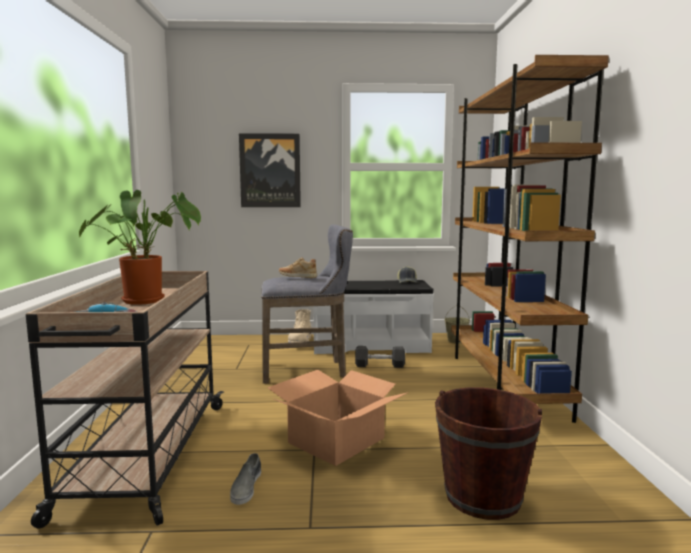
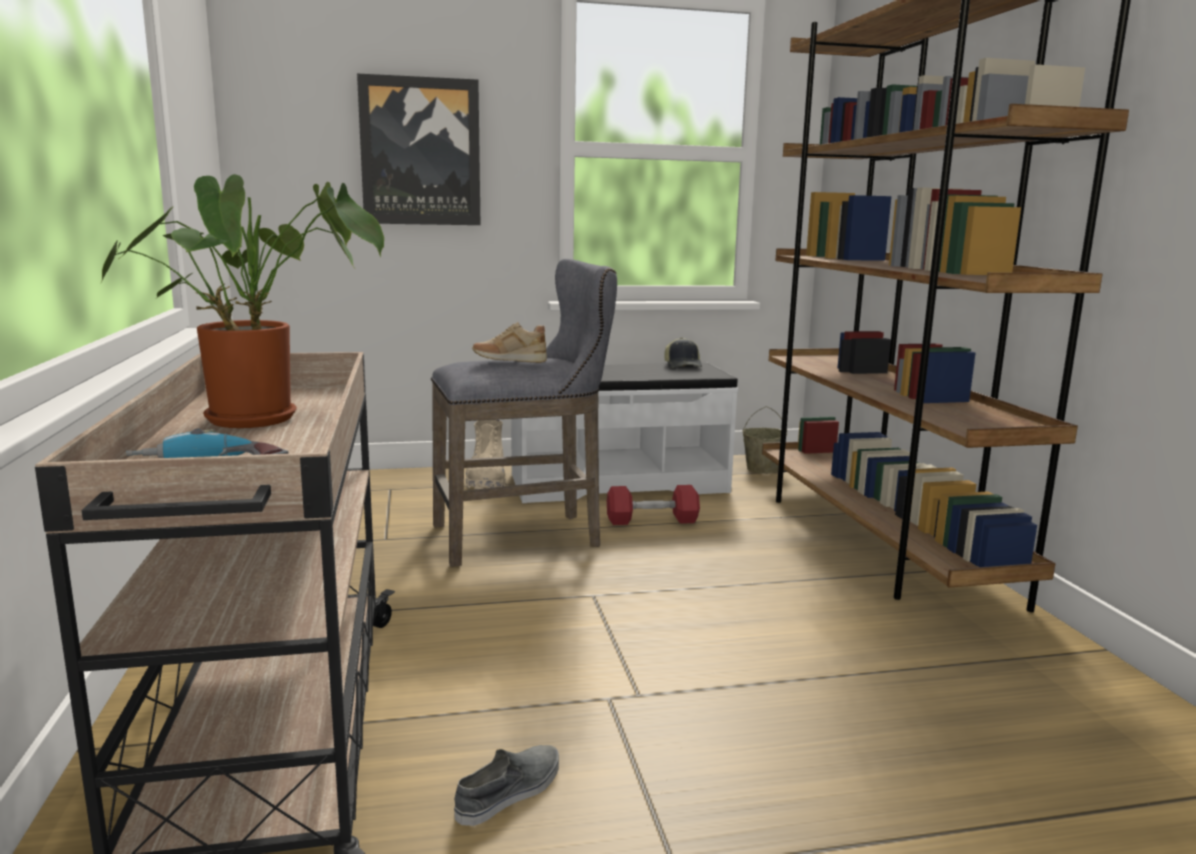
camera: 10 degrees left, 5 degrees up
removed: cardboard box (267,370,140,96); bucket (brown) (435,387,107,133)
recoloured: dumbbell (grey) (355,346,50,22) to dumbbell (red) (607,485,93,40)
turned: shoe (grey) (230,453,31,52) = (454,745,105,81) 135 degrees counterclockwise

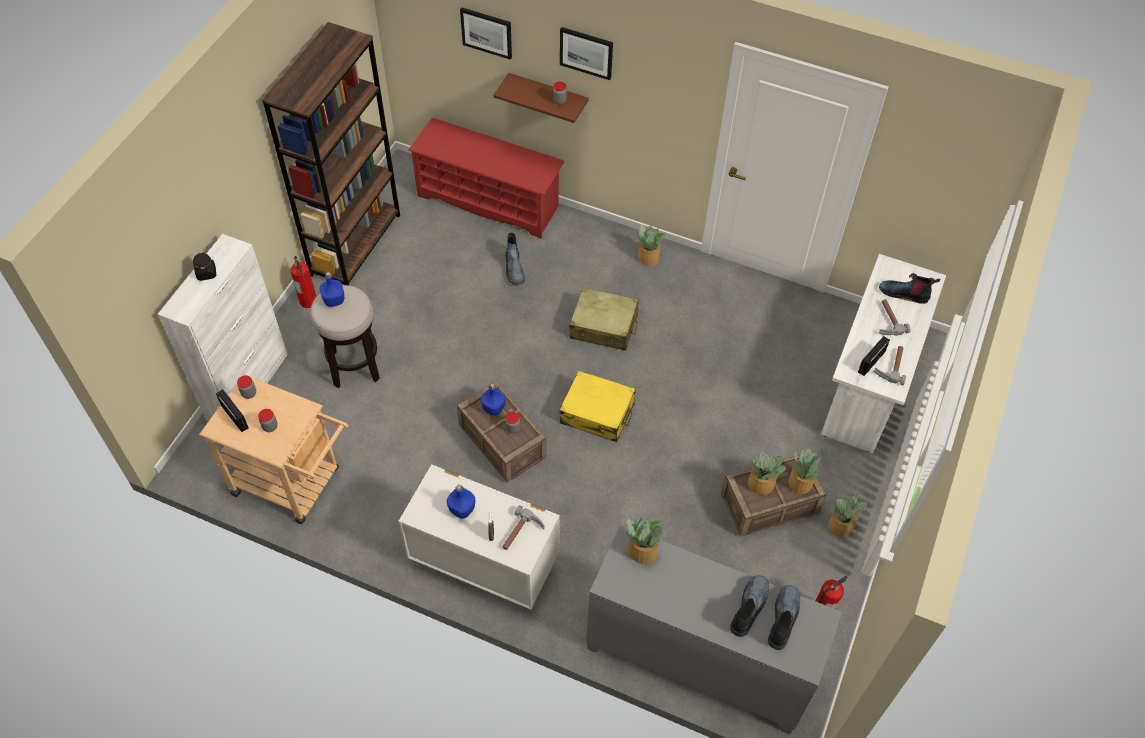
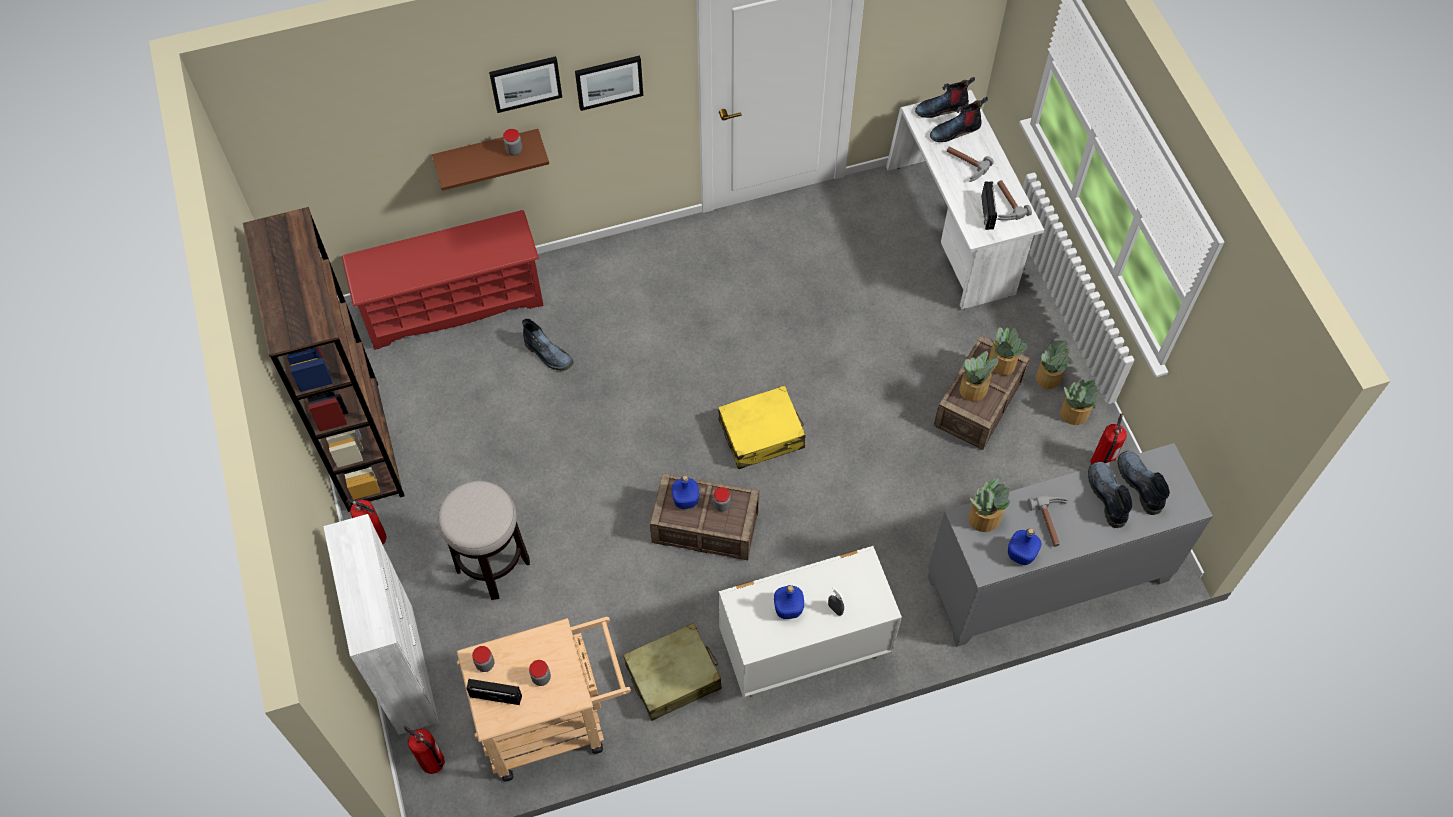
camera: 40 degrees left, 5 degrees up
removed: jar (black) (193,252,23,29)
added: fire extinguisher (404,726,41,48); boot (915,77,60,41)
moved: bottle (blue) (320,272,24,35) to (1008,528,33,37); picture (460,8,52,52) to (575,56,68,55); hammer (502,505,43,45) to (1028,495,40,52); suitcase (beige) (569,288,70,63) to (623,623,99,98); potted plant (636,225,29,41) to (1060,380,40,45)

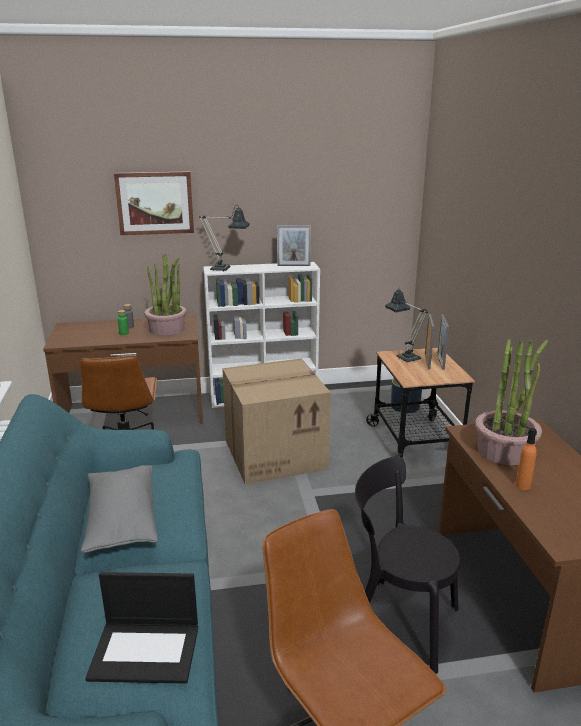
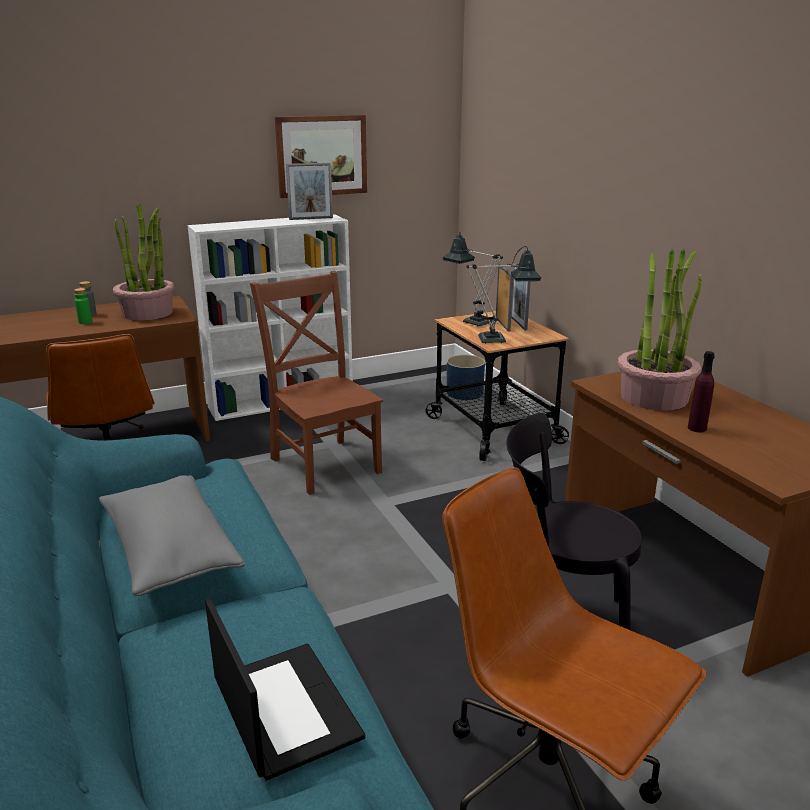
camera: 15 degrees left, 0 degrees up
moved: picture (114,171,80,64) to (275,115,92,83); table lamp (199,206,51,65) to (466,246,75,98)
replaced: cardboard box (222,358,109,127) to chair (brown) (250,271,133,224)
recoloured: bottle (orange) (516,428,21,62) to bottle (purple) (688,351,27,81)
turned: laptop (85,572,113,112) = (205,598,160,183) 105 degrees counterclockwise

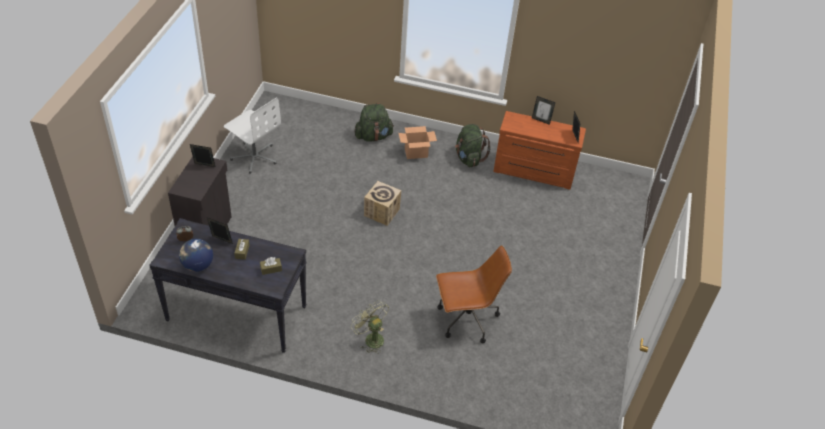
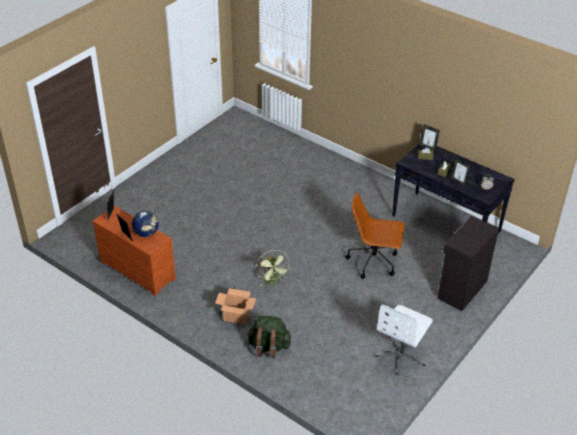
camera: 155 degrees left, 5 degrees down
removed: cardboard box (364,181,37,45); backpack (green) (455,124,36,43)
moved: globe (179,239,34,33) to (132,211,27,26); picture frame (190,144,25,23) to (419,124,21,27); fan (green) (352,300,37,54) to (256,250,34,36); office chair (brown) (436,245,76,98) to (346,193,59,86)
turned: office chair (white) (224,98,57,75) = (376,304,57,71) 120 degrees counterclockwise

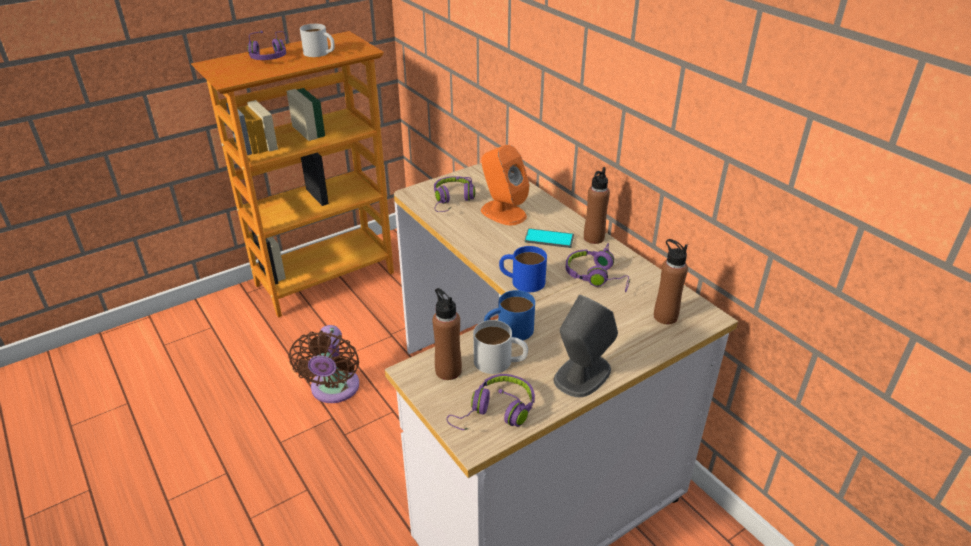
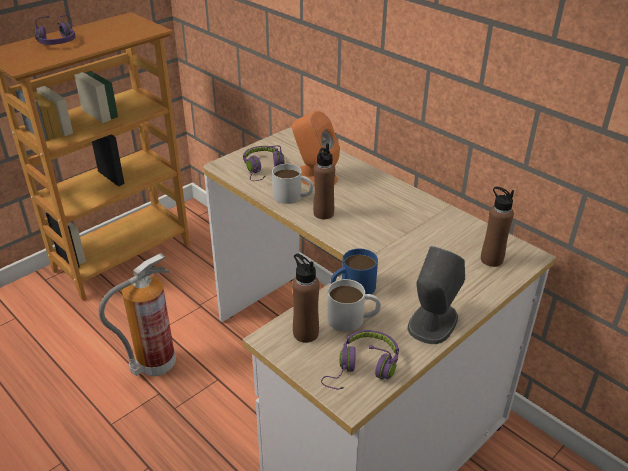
camera: 10 degrees left, 0 degrees up
removed: mug (blue) (499,246,48,46); phone (525,228,49,20); headphones (purple) (565,243,66,49)
moved: mug (white) (300,24,35,33) to (272,164,42,40); bottle (brown) (584,167,26,77) to (313,144,22,75)
replaced: fan (brown) (289,325,70,78) to fire extinguisher (98,253,78,123)

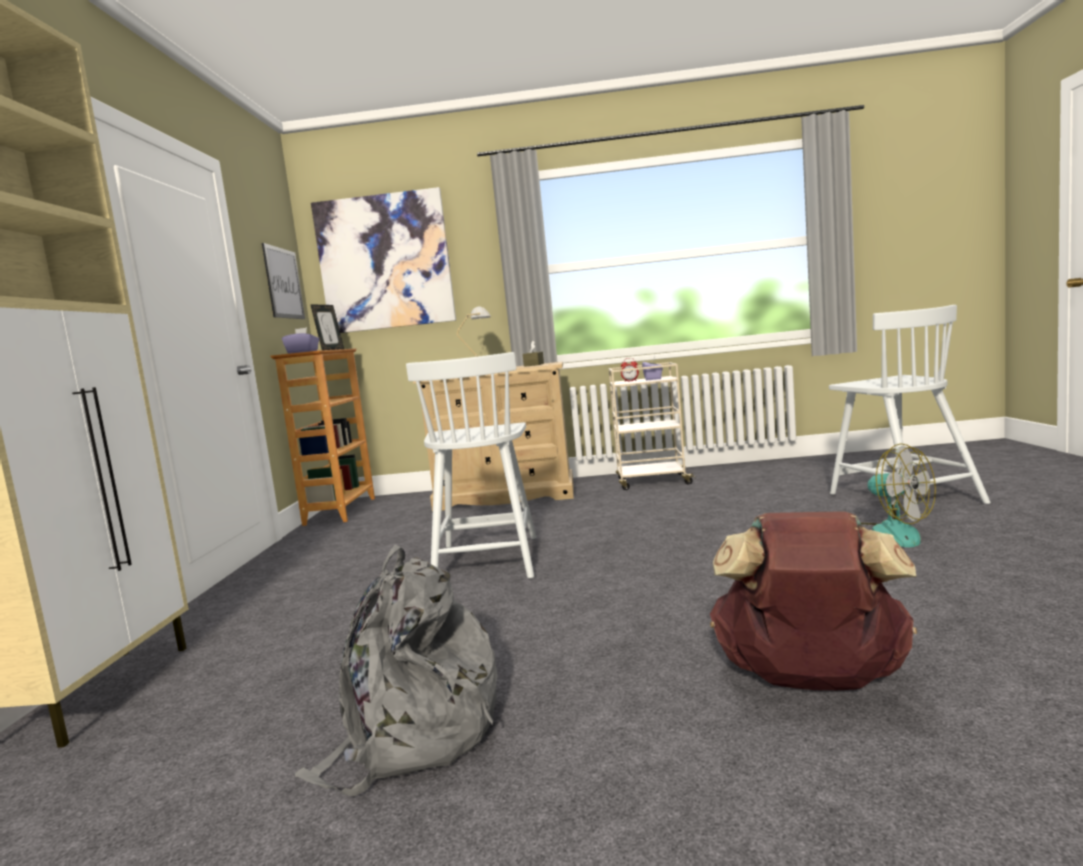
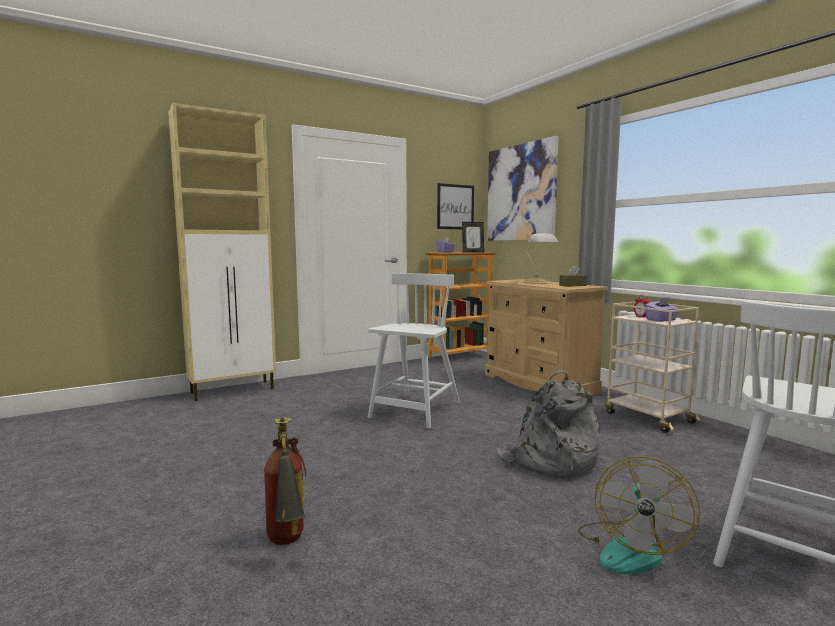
camera: 55 degrees right, 0 degrees up
moved: backpack (grey) (294,544,203,252) to (496,370,104,108)
replaced: backpack (brown) (710,511,207,179) to fire extinguisher (264,417,42,128)
turned: chair (white) (406,352,131,226) = (368,273,92,156) 150 degrees clockwise

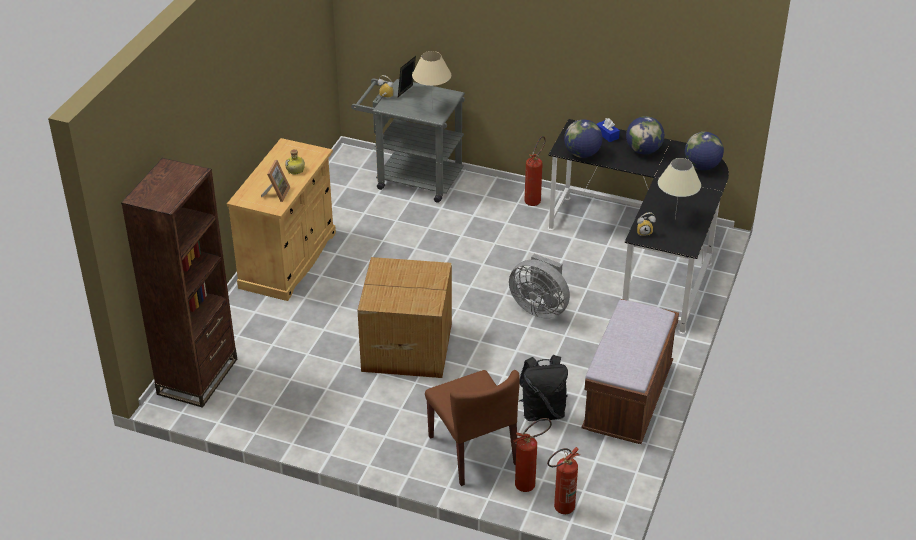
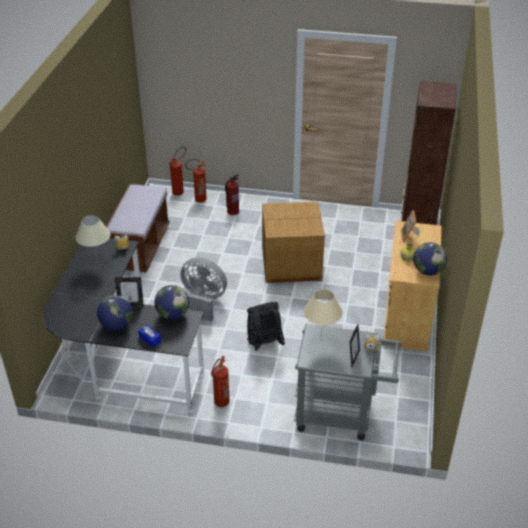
camera: 170 degrees right, 0 degrees up
added: picture frame (115,277,29,29)
moved: backpack (black) (519,355,49,66) to (247,302,38,49); globe (685,132,39,38) to (413,242,34,33)
replaced: chair (brown) (425,370,95,116) to fire extinguisher (225,174,14,41)

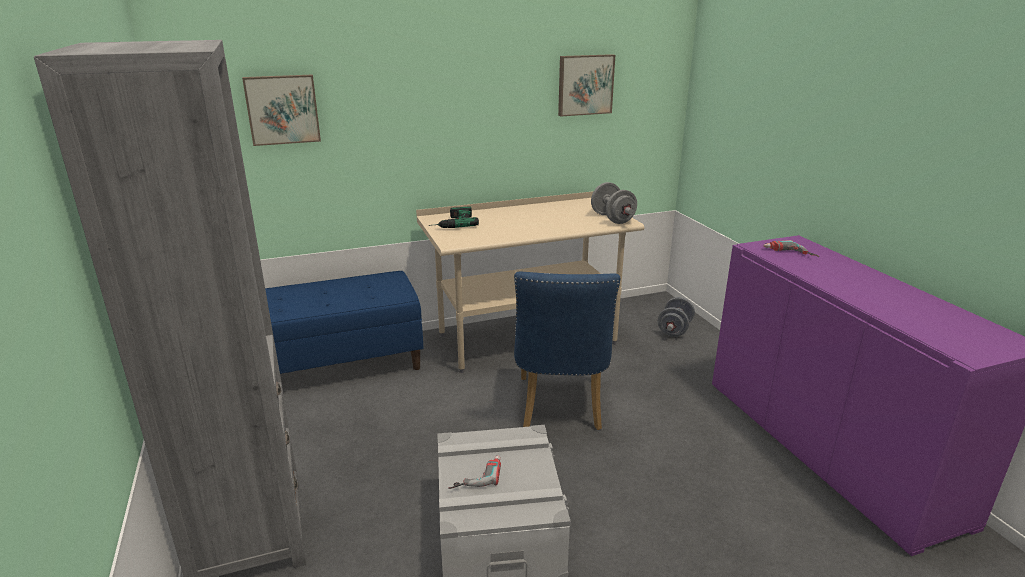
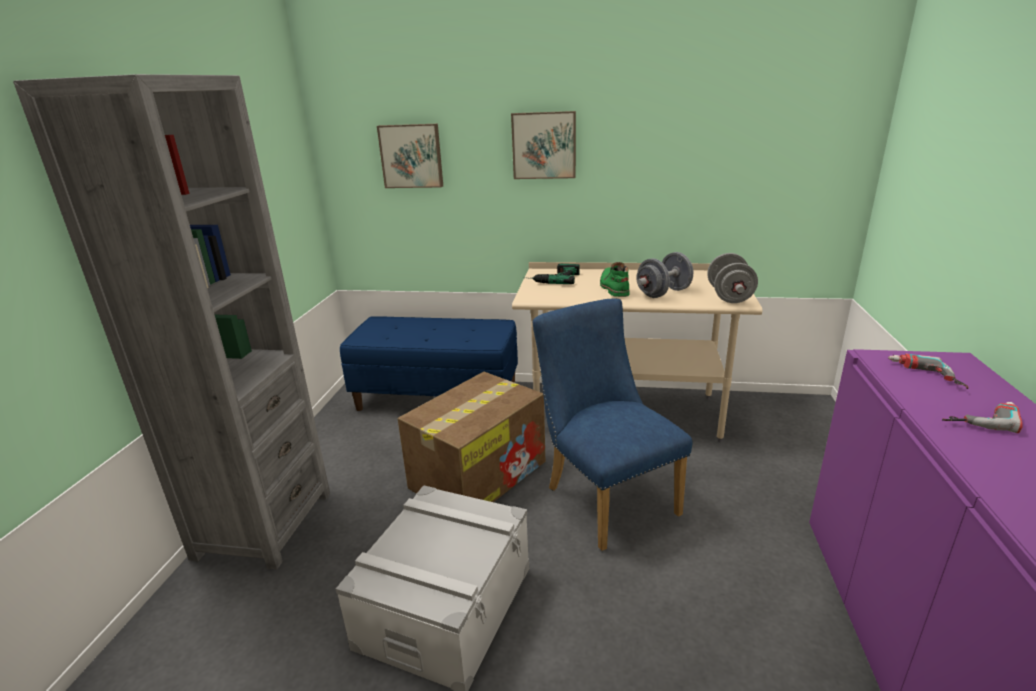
camera: 30 degrees right, 0 degrees up
added: cardboard box (398,372,147,130); boot (green) (600,262,29,35)
moved: power drill (448,455,53,34) to (942,402,81,31); picture (558,54,57,62) to (511,111,65,68); dumbbell (grey) (658,297,37,40) to (636,252,58,46)
turned: chair (blue) (514,271,106,159) = (533,299,159,252) 120 degrees clockwise

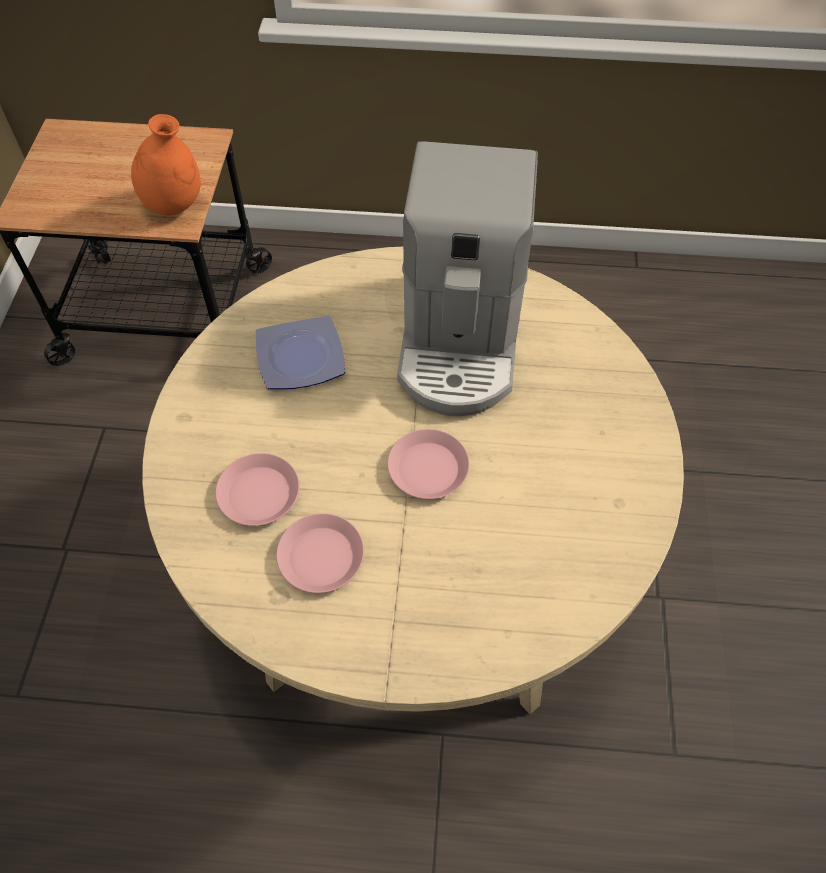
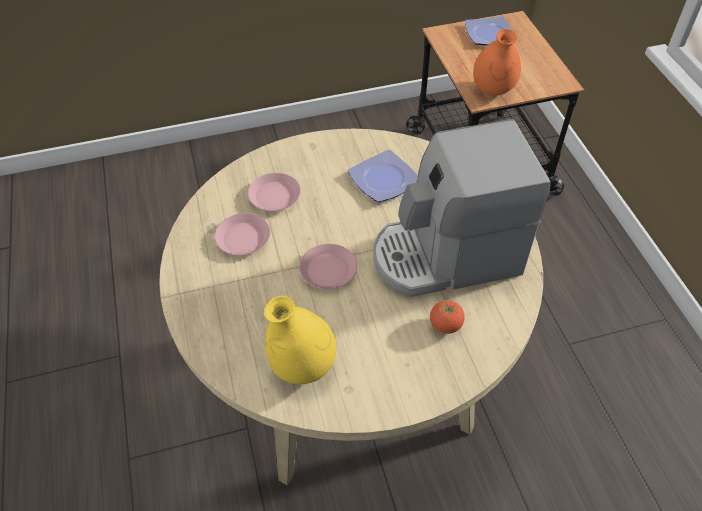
camera: 70 degrees right, 5 degrees down
added: vase (yellow) (264,296,73,88); tomato (430,300,35,34); plate (465,16,47,30)

